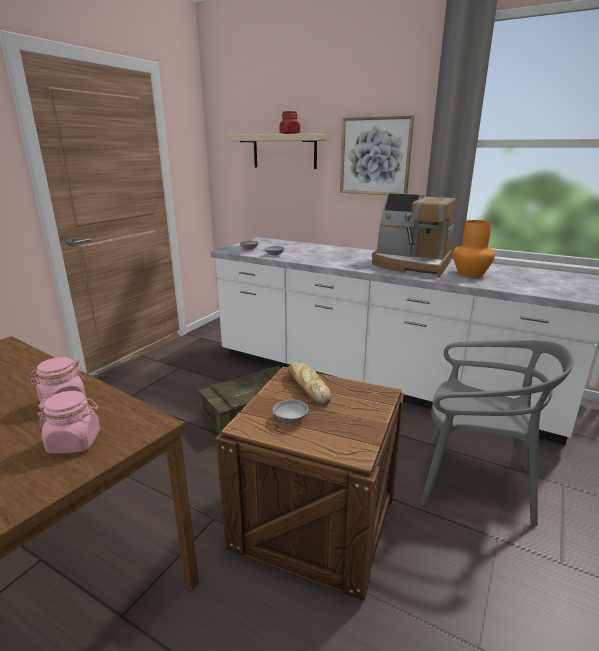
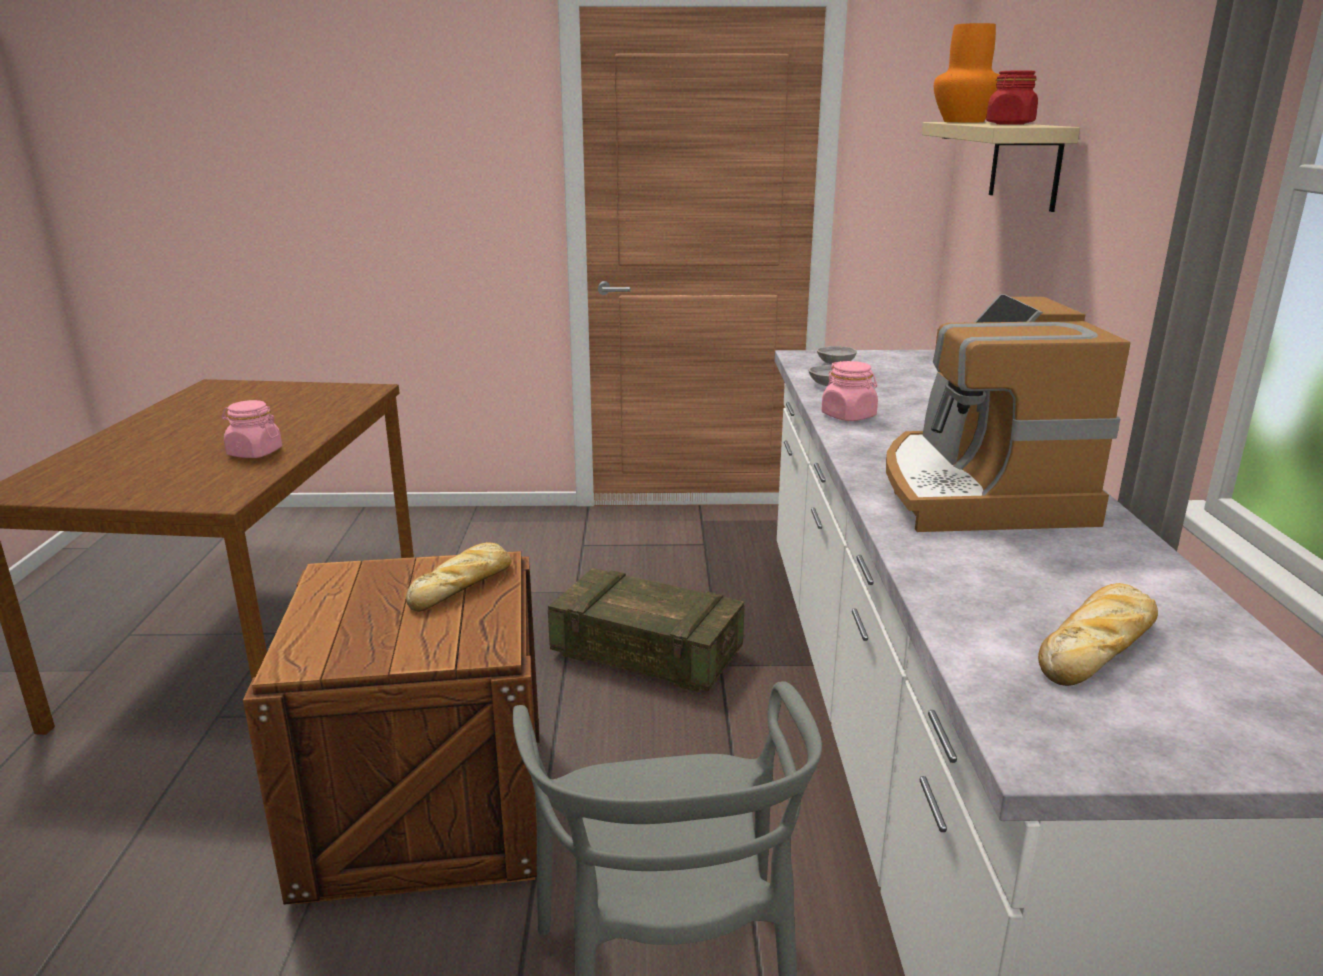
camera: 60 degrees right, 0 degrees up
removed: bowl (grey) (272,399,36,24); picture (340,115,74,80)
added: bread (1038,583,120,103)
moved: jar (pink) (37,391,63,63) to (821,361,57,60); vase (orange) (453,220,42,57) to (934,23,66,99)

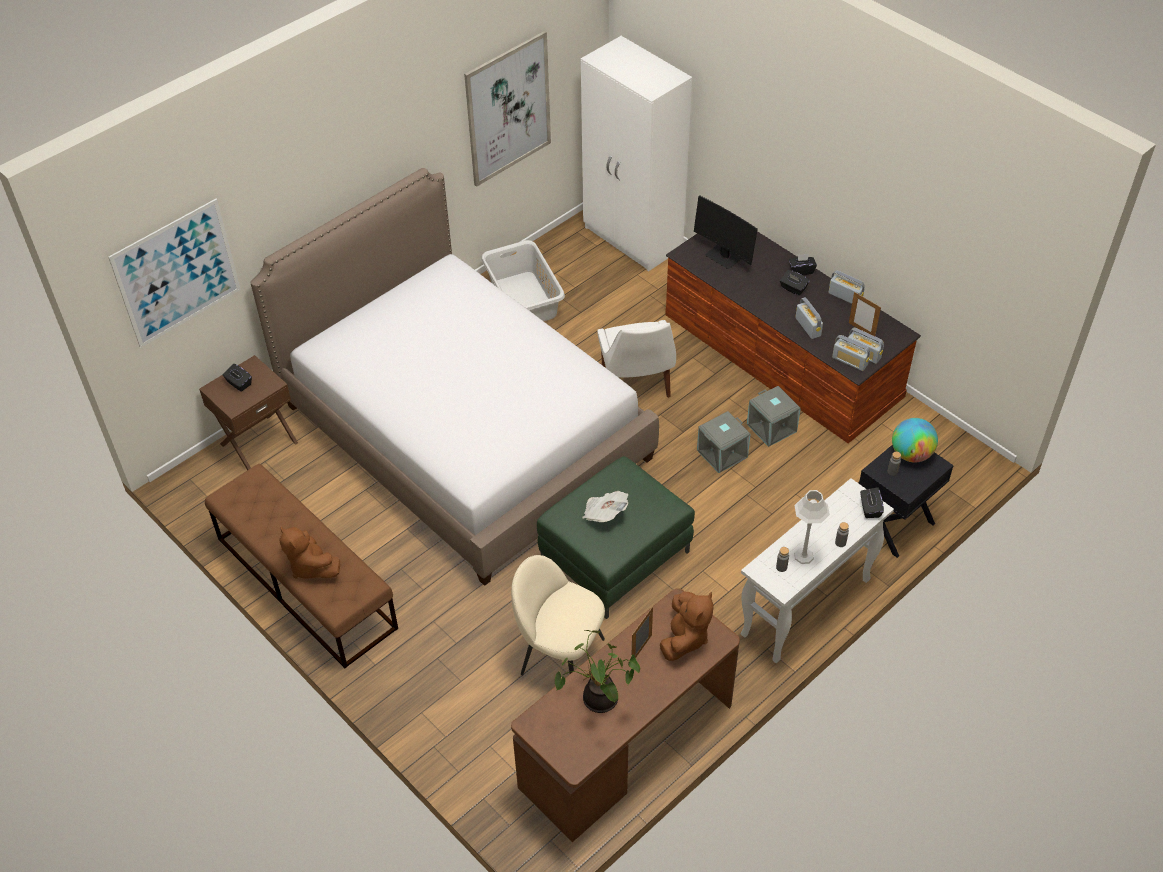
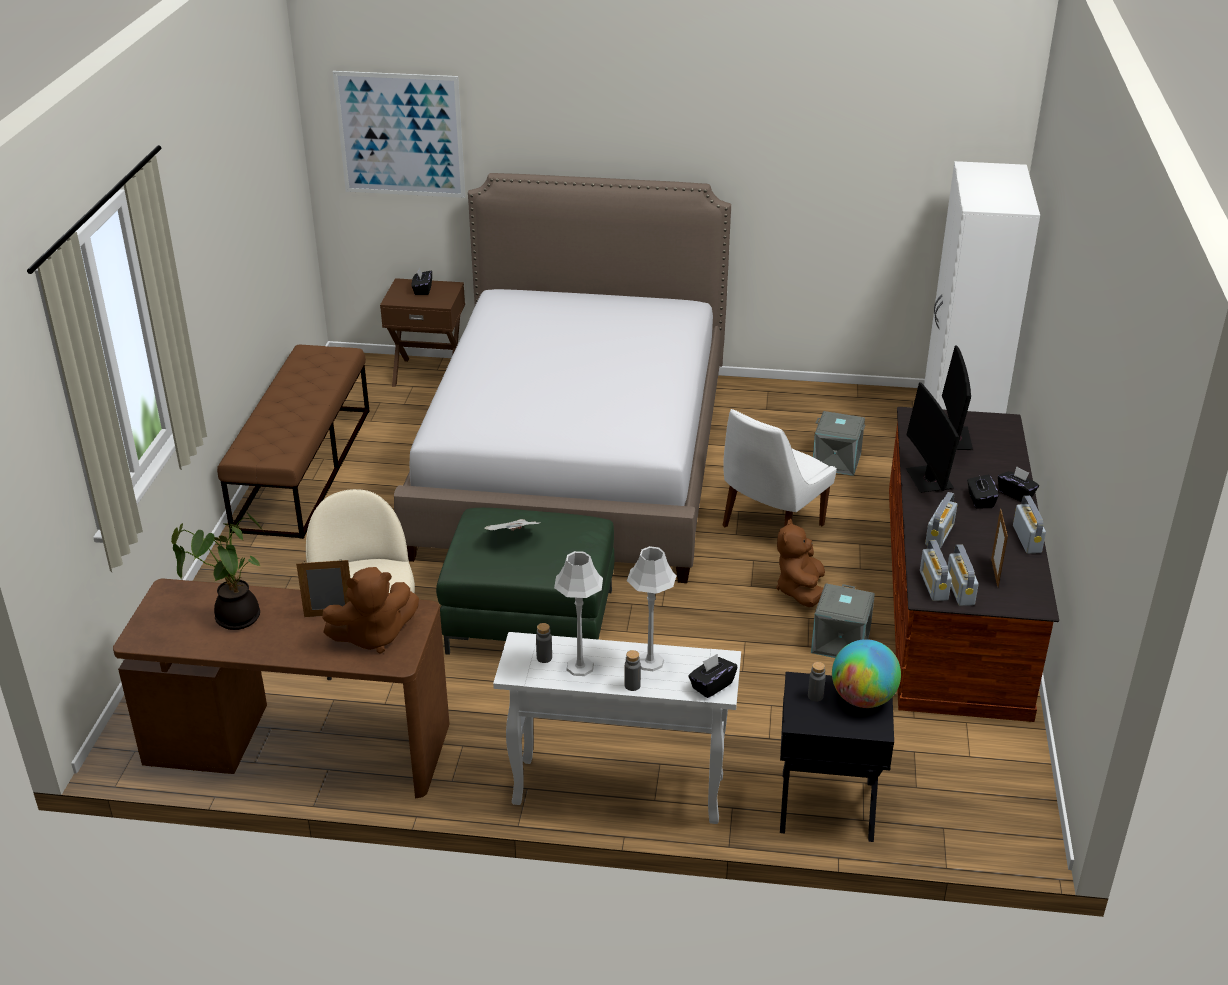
camera: 50 degrees right, 15 degrees down
removed: picture (464,31,87,156); laundry basket (grey) (481,240,84,81)
added: table lamp (grey) (627,546,50,125); monitor (906,382,54,111)
moved: plush toy (brown) (280,526,60,53) to (776,519,49,88); storage box (grey) (697,411,53,62) to (813,411,52,65)

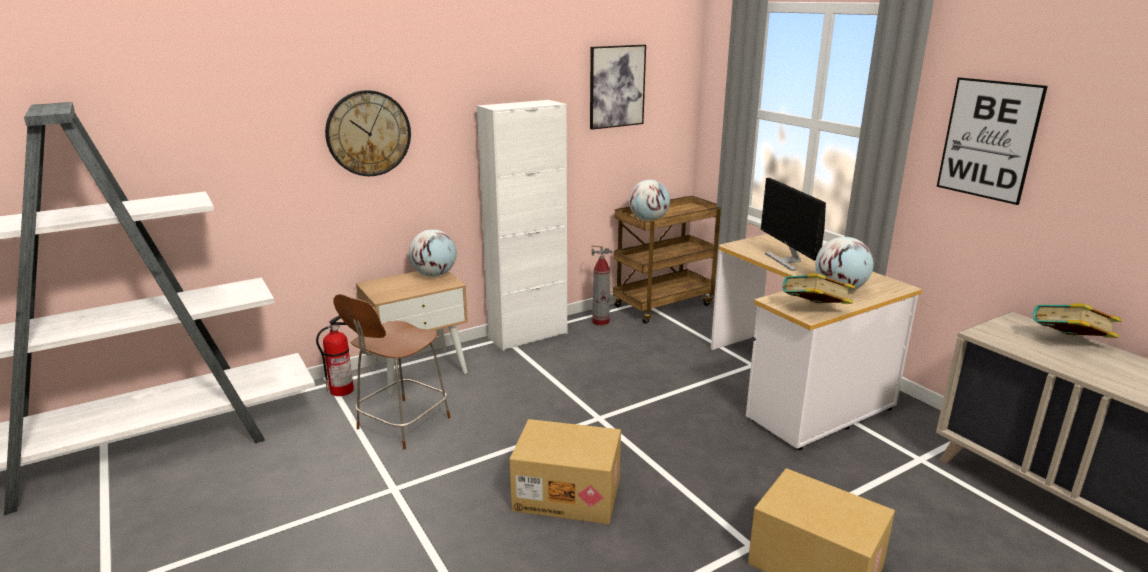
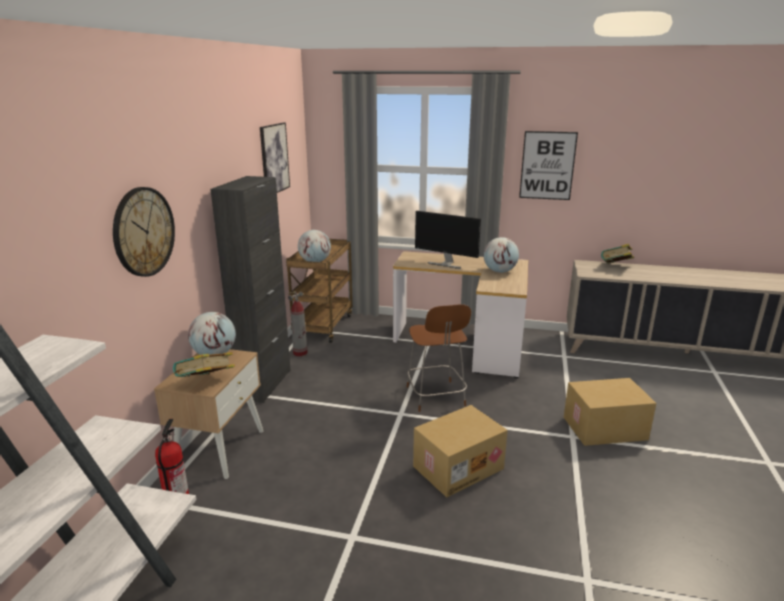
camera: 45 degrees left, 0 degrees up
moved: chair (brown) (333,294,118,155) to (407,304,64,108); book (782,273,73,31) to (173,352,62,25)
recoloured: cabinet (white) (477,100,90,251) to cabinet (black) (210,176,81,227)

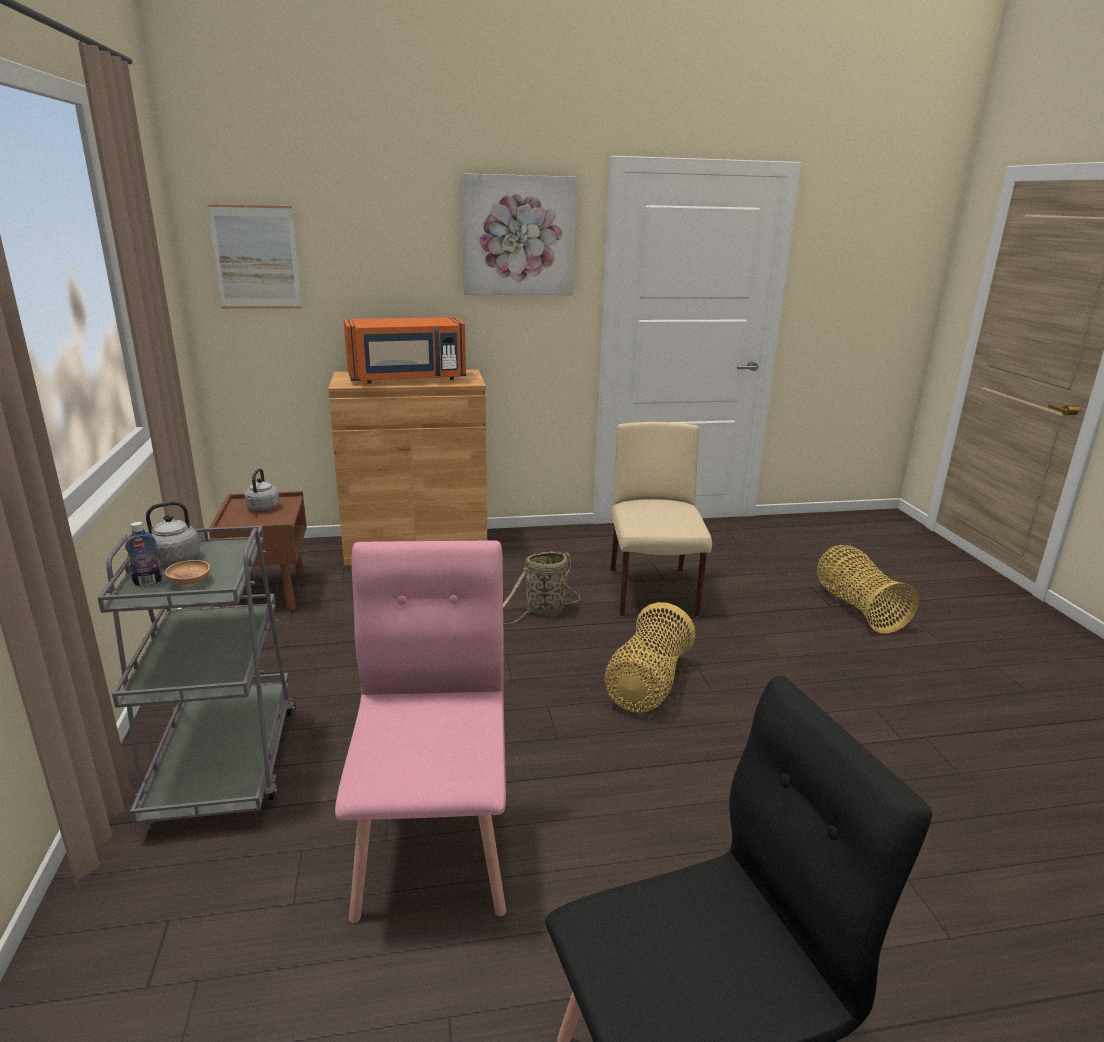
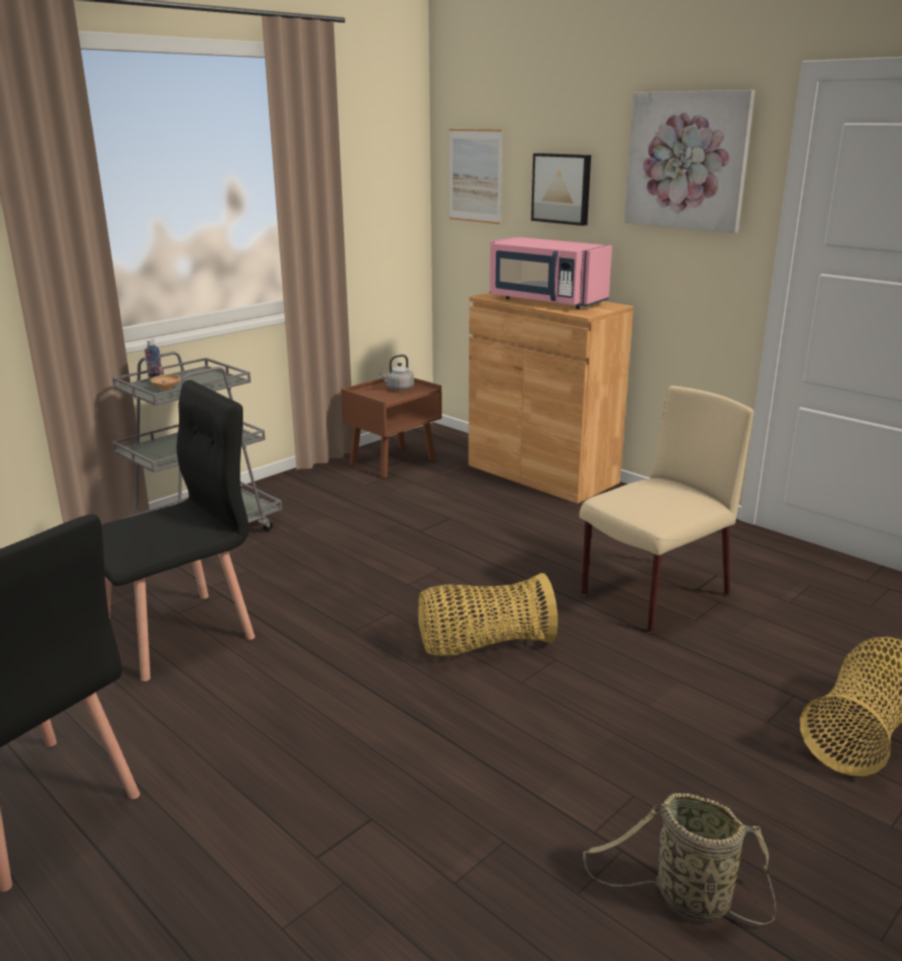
camera: 55 degrees right, 0 degrees up
removed: kettle (grey) (127,501,73,64)
added: picture (531,153,60,73)
moved: basket (503,551,77,73) to (583,793,193,132)
recoloured: chair (pink) (335,540,171,383) to chair (black) (101,380,154,301); microwave (orange) (344,317,122,67) to microwave (pink) (489,237,123,72)

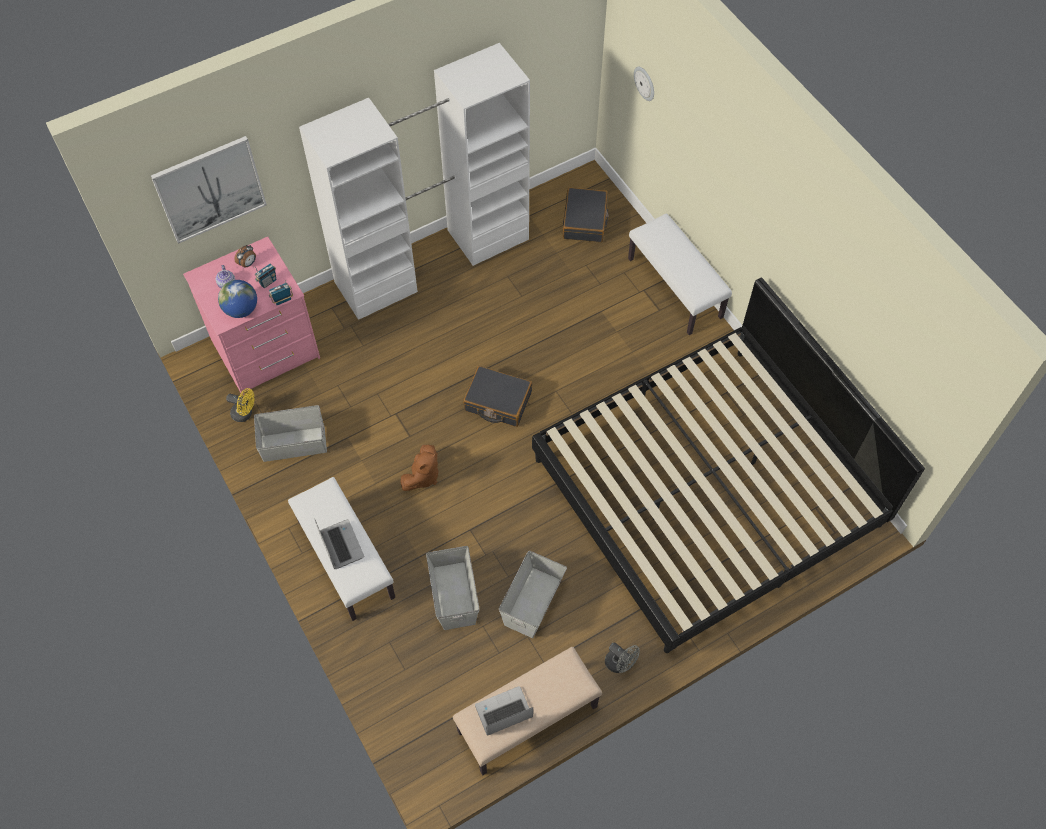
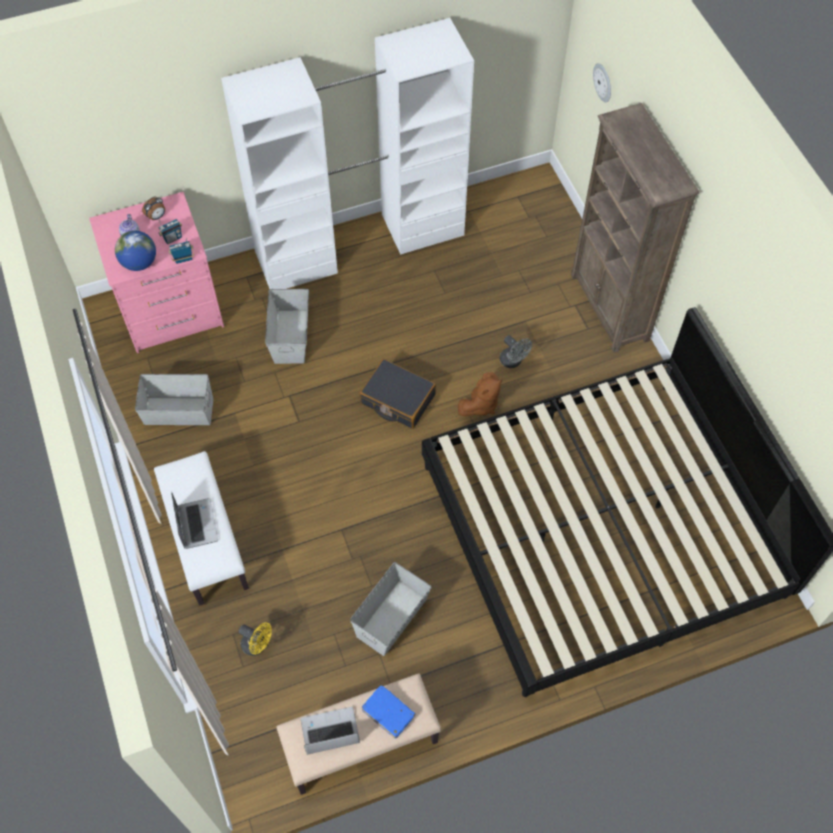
camera: 10 degrees right, 0 degrees up
removed: picture (151,136,116,108); suitcase (black) (563,187,46,55)
added: book (blue) (362,685,53,54)
moved: fan (yellow) (226,388,28,34) to (239,622,33,34); plush toy (brown) (400,445,38,46) to (458,372,44,44); storage box (grey) (426,546,53,84) to (265,289,44,75); fan (grey) (605,642,35,31) to (500,335,32,33)
replaced: bench (white) (628,213,104,122) to bookcase (brown) (571,103,128,250)

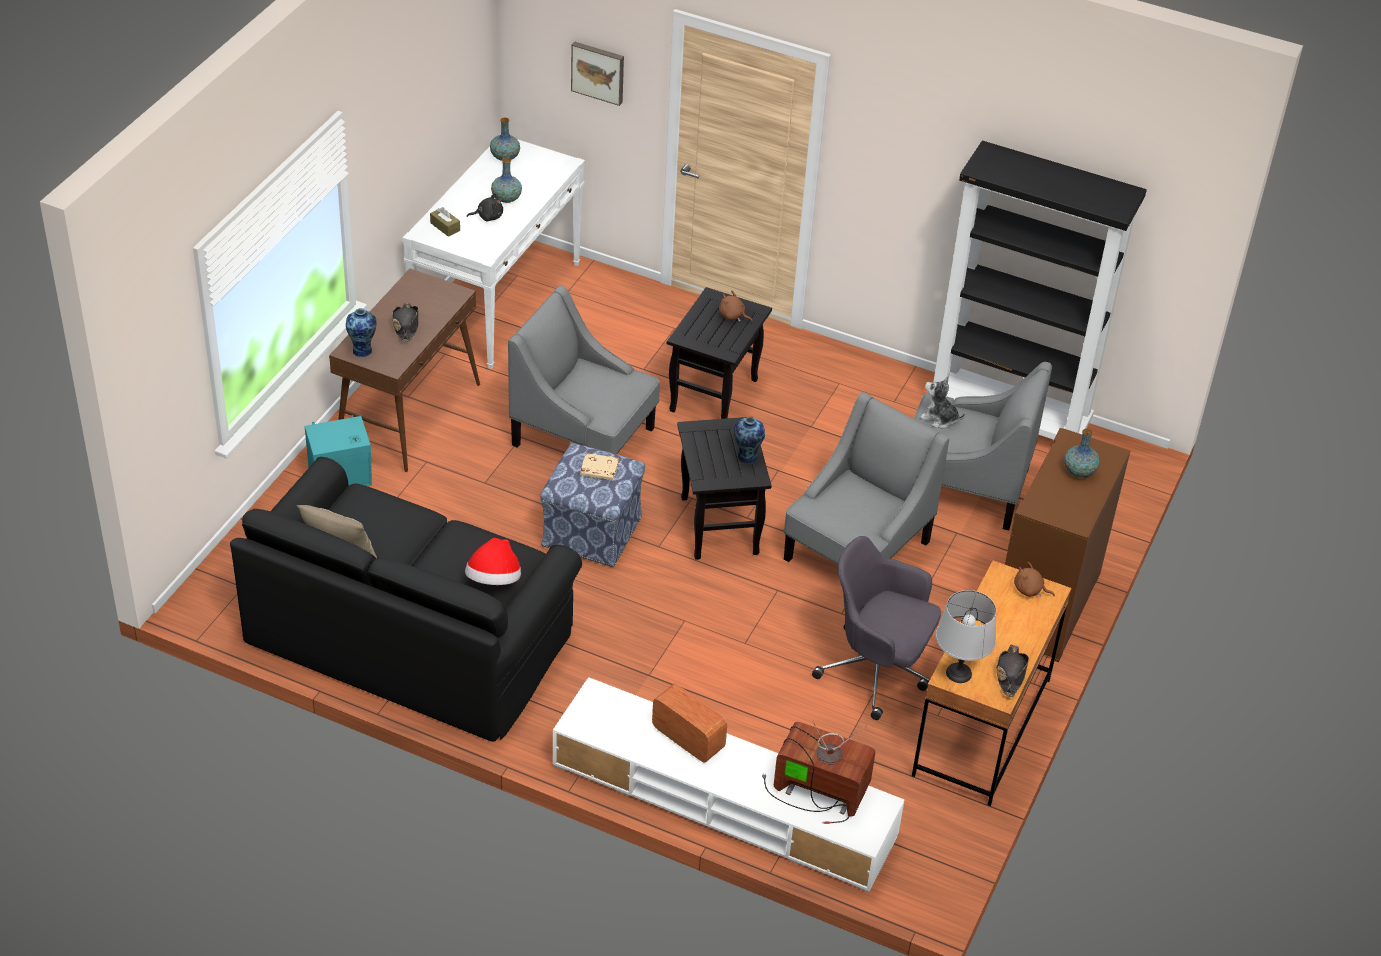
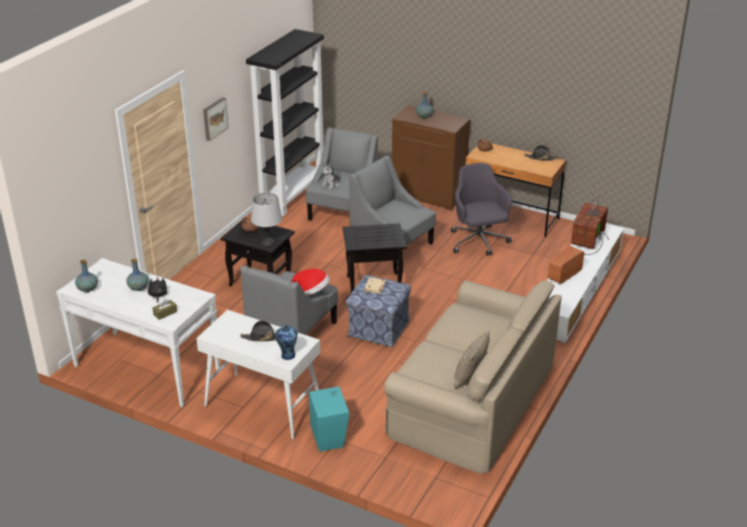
camera: 85 degrees left, 10 degrees down
removed: vase (734,417,31,47)
moved: hat (465,538,56,47) to (291,268,39,28); picture (571,42,53,64) to (203,97,25,44); table lamp (grey) (936,590,60,93) to (251,193,31,53)
recoloured: sofa (black) (230,457,352,284) to sofa (beige) (384,280,178,194); console table (brown) (329,269,151,203) to console table (white) (196,310,124,129)
turned: office chair (grey) (812,536,129,184) = (451,163,61,93) 135 degrees clockwise

